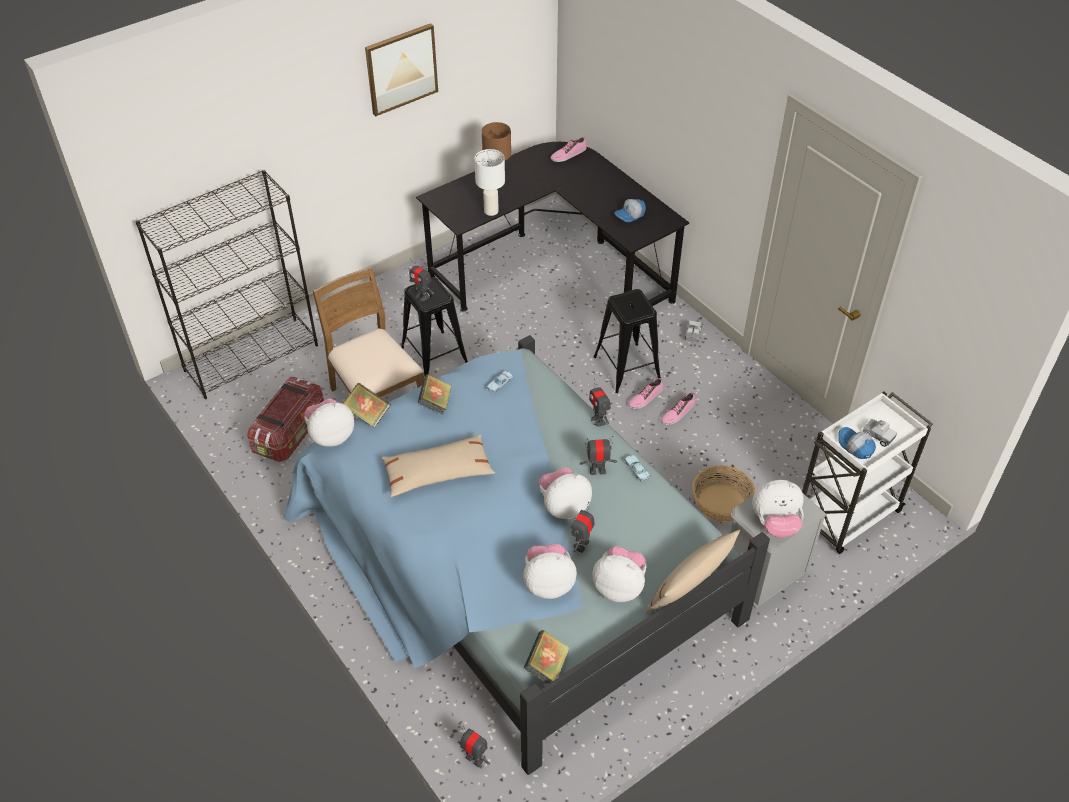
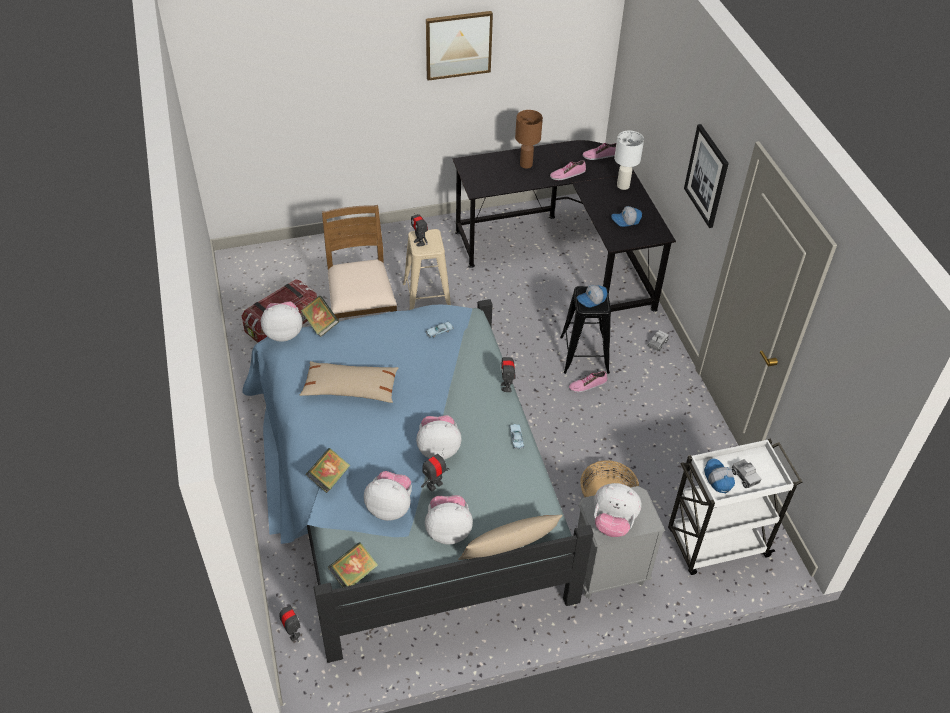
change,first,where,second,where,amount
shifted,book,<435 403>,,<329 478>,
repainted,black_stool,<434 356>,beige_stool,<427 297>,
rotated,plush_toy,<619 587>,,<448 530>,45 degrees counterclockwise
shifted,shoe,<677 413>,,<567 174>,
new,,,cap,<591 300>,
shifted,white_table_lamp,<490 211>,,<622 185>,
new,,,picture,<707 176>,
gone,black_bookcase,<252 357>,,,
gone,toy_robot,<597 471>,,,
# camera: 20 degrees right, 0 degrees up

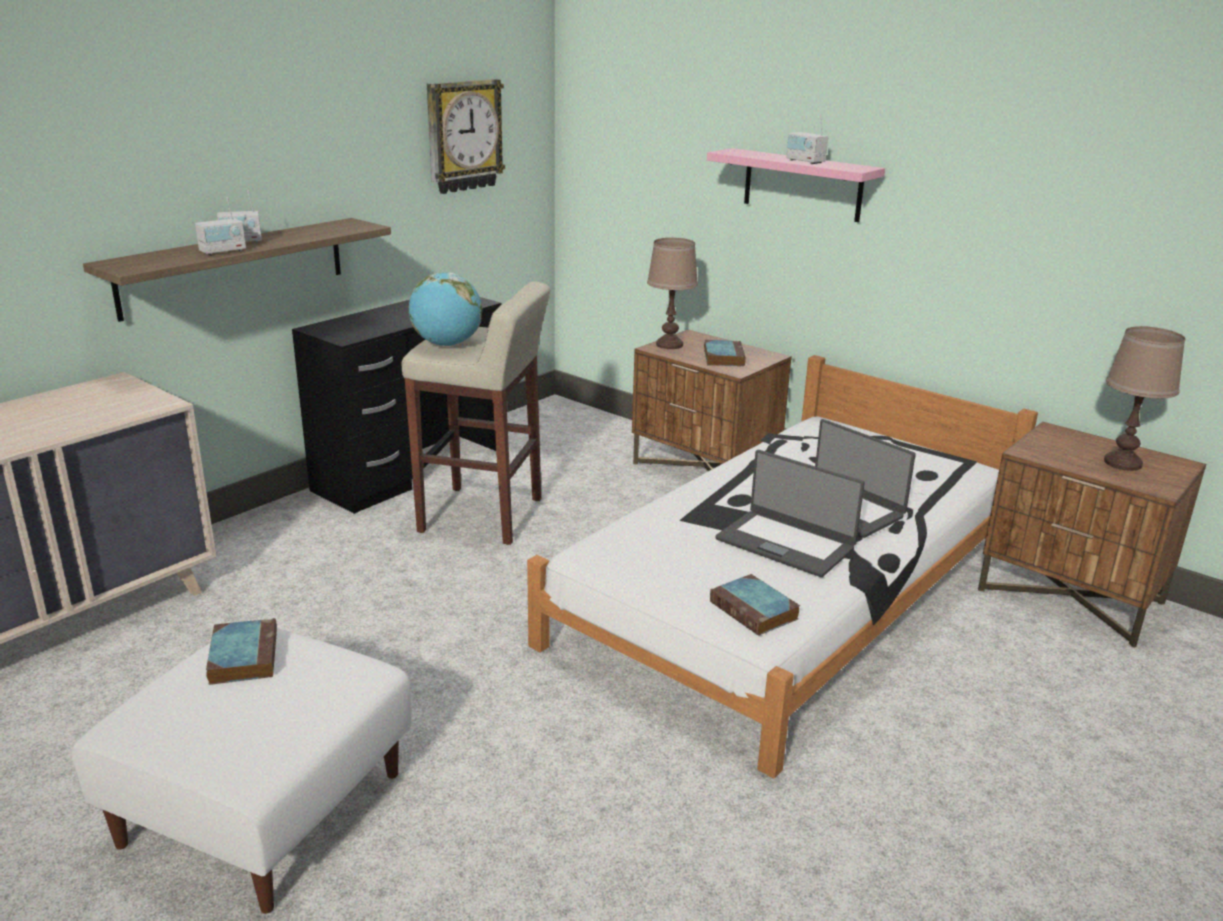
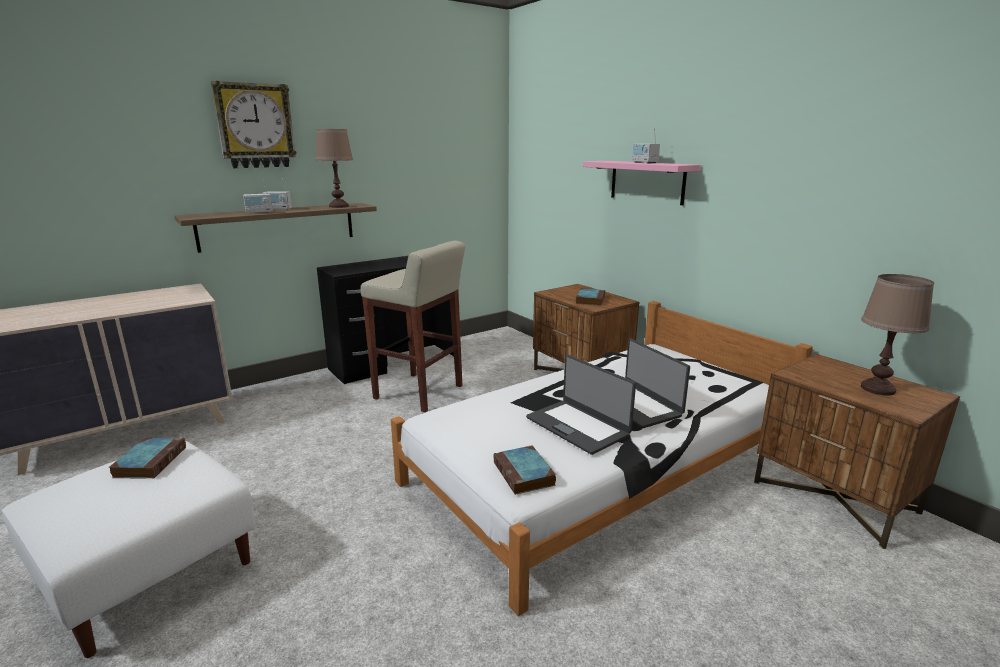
change,first,where,second,where,amount
shifted,wall_clock,<463 136>,,<255 126>,
shifted,brown_table_lamp,<670 345>,,<339 206>,
gone,globe,<447 344>,,,
# camera: 15 degrees right, 5 degrees down

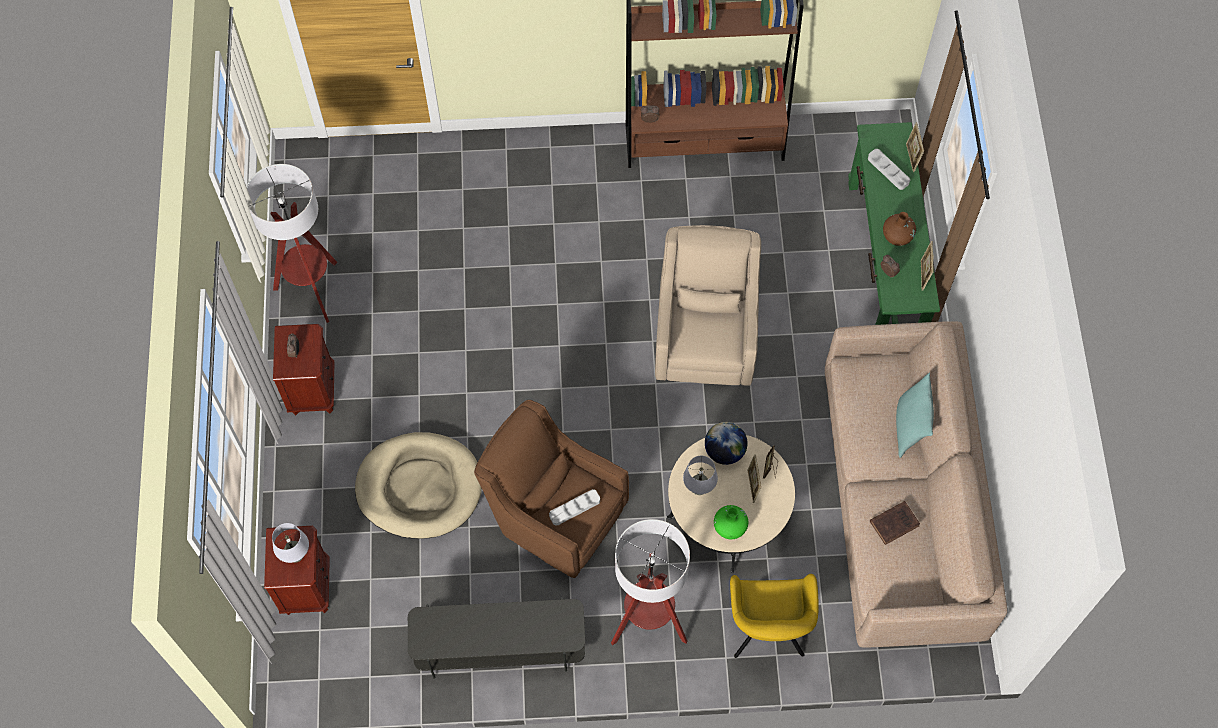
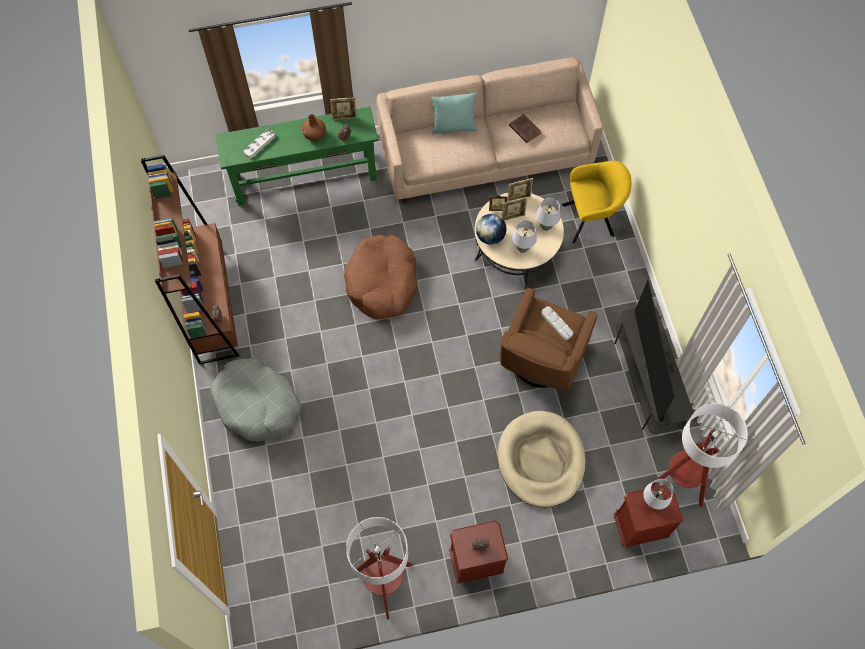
change,first,where,second,where,amount
new,,,grey_dog_bed,<257 404>,
swapped,beige_armchair,<705 338>,brown_dog_bed,<382 282>,
shifted,picture_frame,<911 158>,,<518 198>,
swapped,green_vase,<730 527>,grey_table_lamp,<546 227>,
new,,,television,<652 367>,
shifted,floor_lamp,<648 622>,,<678 482>,
# camera: 100 degrees left, 0 degrees up

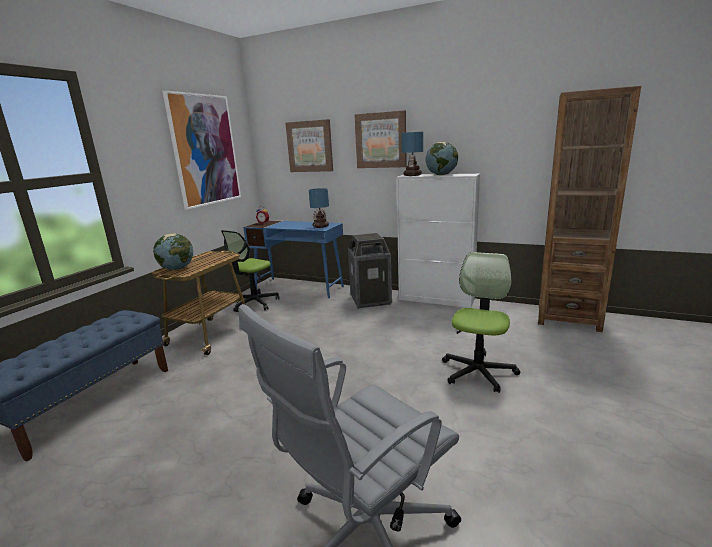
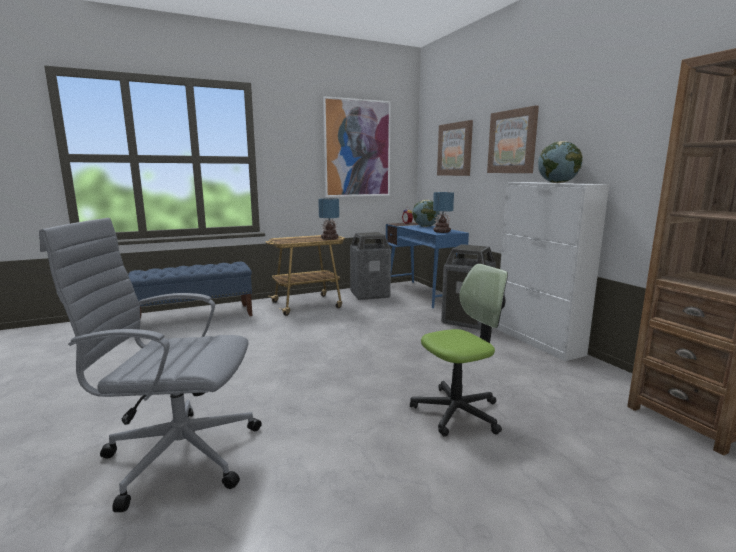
change,first,where,second,where,amount
shifted,table_lamp,<412 175>,,<329 238>,
swapped,office_chair,<254 303>,trash_can,<369 294>,
shifted,globe,<177 269>,,<425 226>,
# camera: 40 degrees right, 5 degrees down

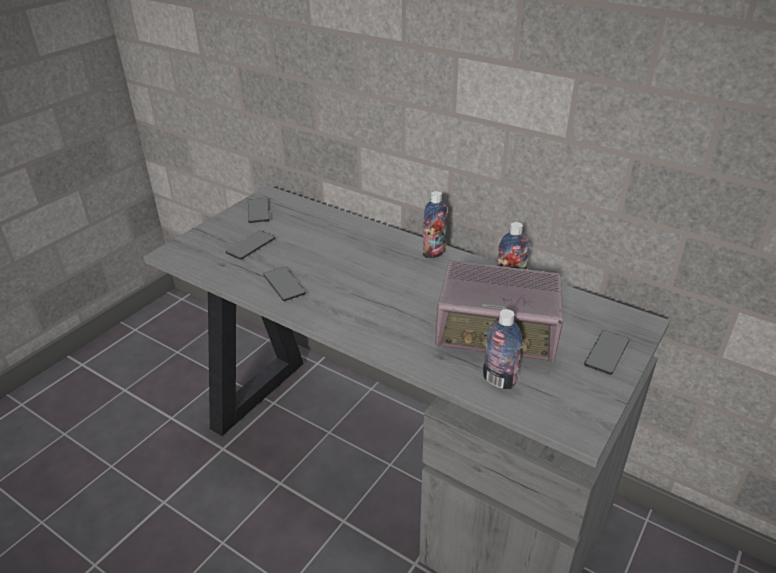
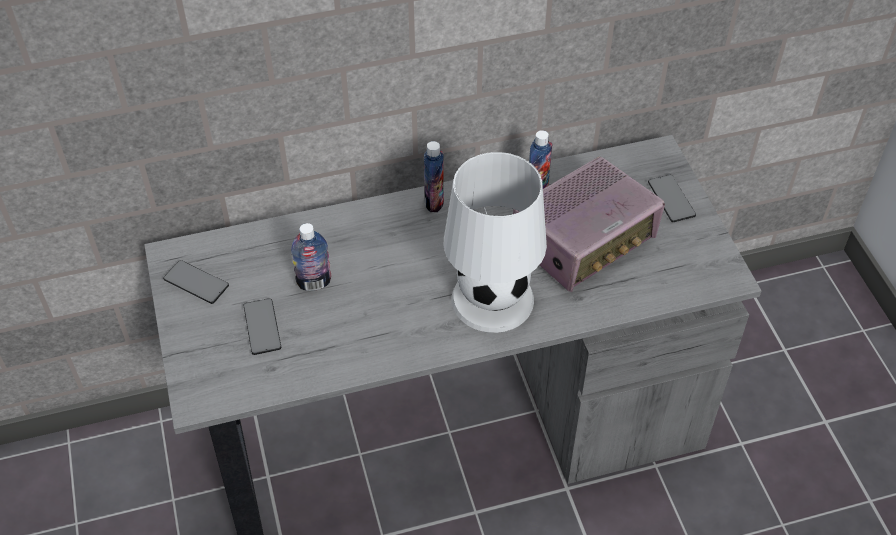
change,first,where,second,where,amount
shifted,bottle,<499 380>,,<314 283>,
new,,,white_table_lamp,<492 300>,
gone,phone,<284 284>,,,
# camera: 50 degrees left, 15 degrees up

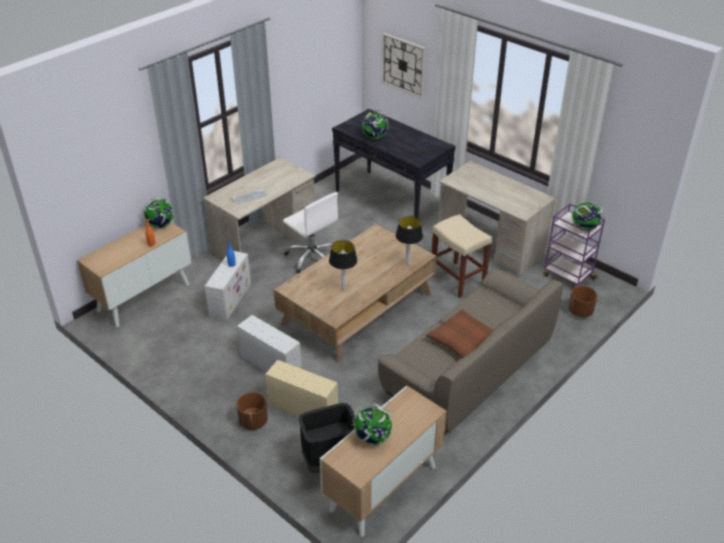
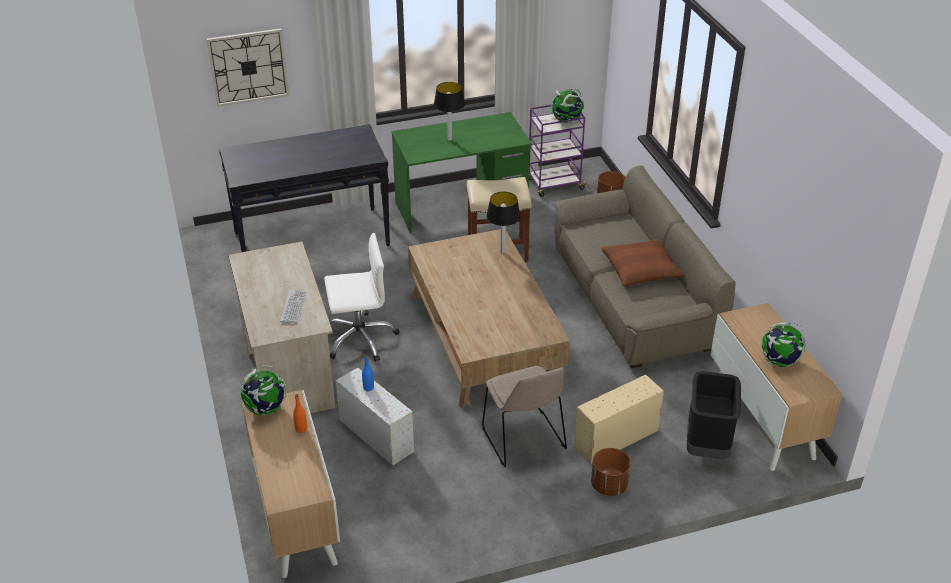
change,first,where,second,where,amount
repainted,beige_desk,<490 245>,green_desk,<461 207>,
shifted,table_lamp,<343 289>,,<449 139>,
swapped,white_storage_box,<270 364>,beige_chair,<524 440>,
gone,globe,<374 138>,,,
# camera: 60 degrees left, 0 degrees up

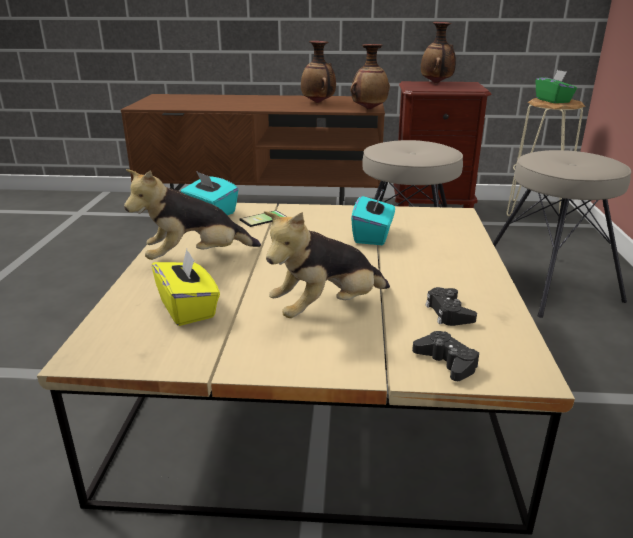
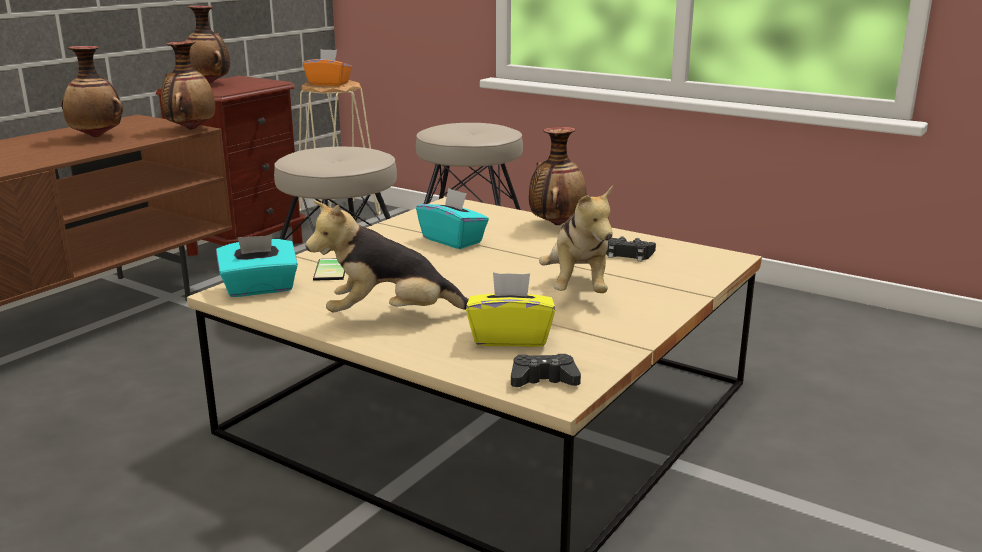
change,first,where,second,where,amount
repainted,green_tissue_box,<553 100>,orange_tissue_box,<329 83>,
rotated,plush_toy,<195 258>,,<391 317>,75 degrees clockwise
shifted,black_game_controller,<446 362>,,<543 380>,
new,,,vase,<556 224>,
# camera: 60 degrees left, 5 degrees down

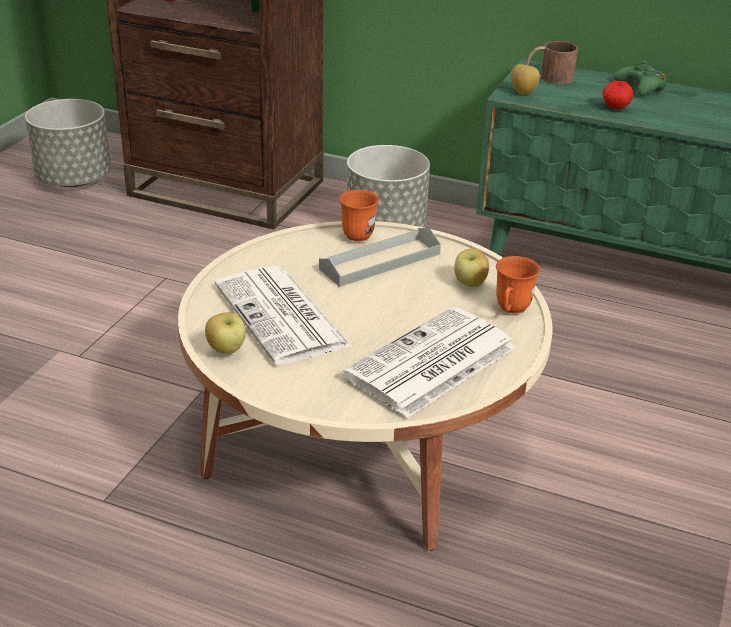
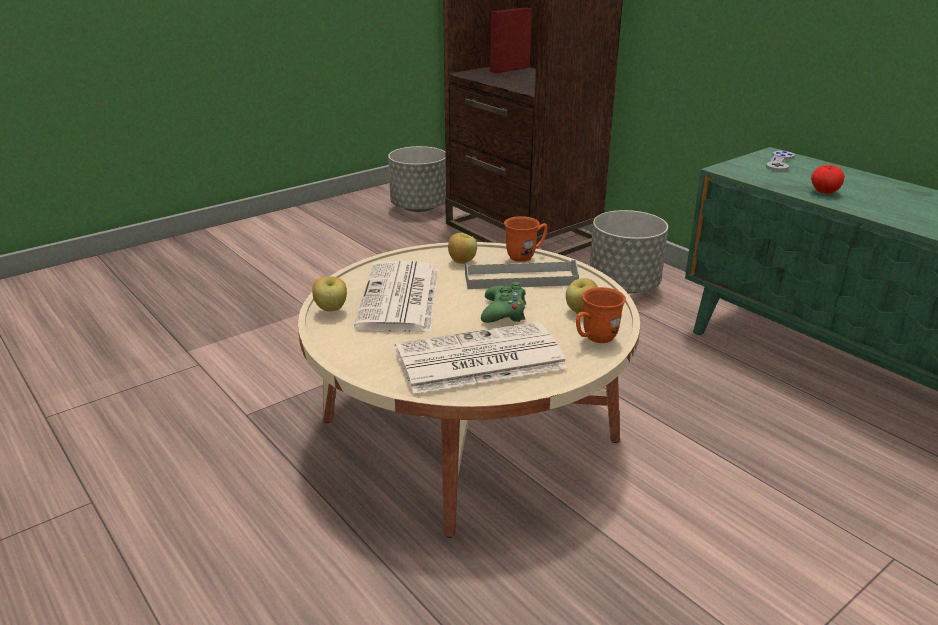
change,first,where,second,where,amount
shifted,apple,<522 93>,,<462 262>,
shifted,green_game_controller,<640 87>,,<504 312>,
swapped,brown_mug,<548 78>,grey_game_controller,<780 162>,
# camera: 30 degrees right, 5 degrees down

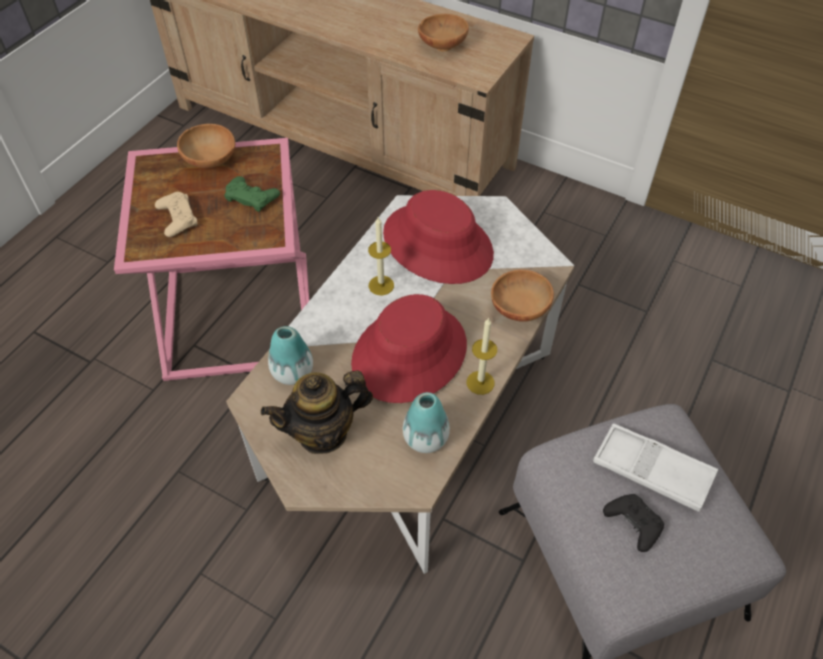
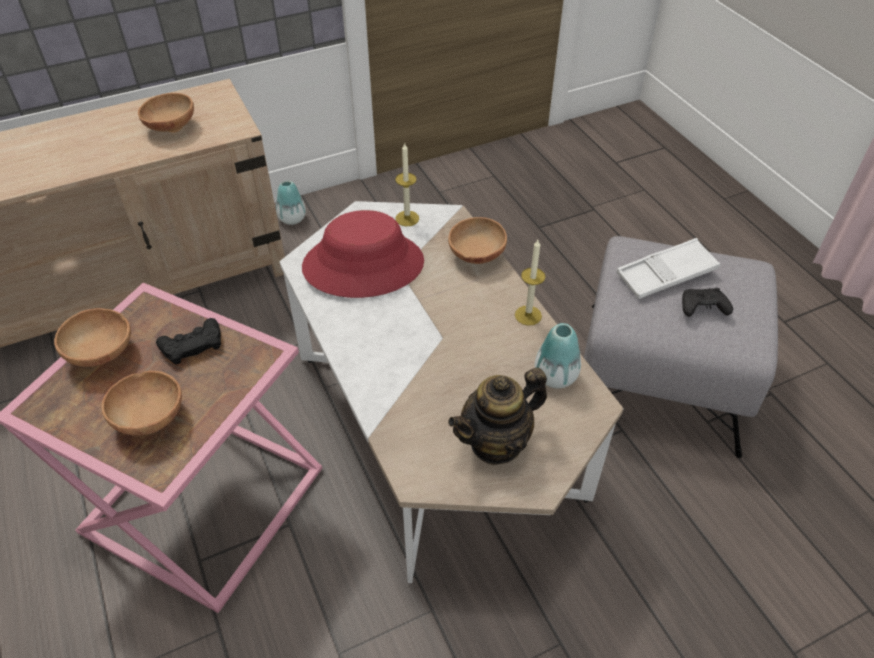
change,first,where,second,where,amount
swapped,beige_game_controller,<177 218>,brown_bowl,<151 417>,
repainted,green_game_controller,<251 197>,black_game_controller,<192 345>,
shifted,vase,<292 372>,,<292 219>,
shifted,candle,<381 285>,,<407 218>,
rotated,teapot,<323 432>,,<496 443>,45 degrees clockwise
gone,red_hat,<409 353>,,,
# camera: 55 degrees left, 5 degrees down

